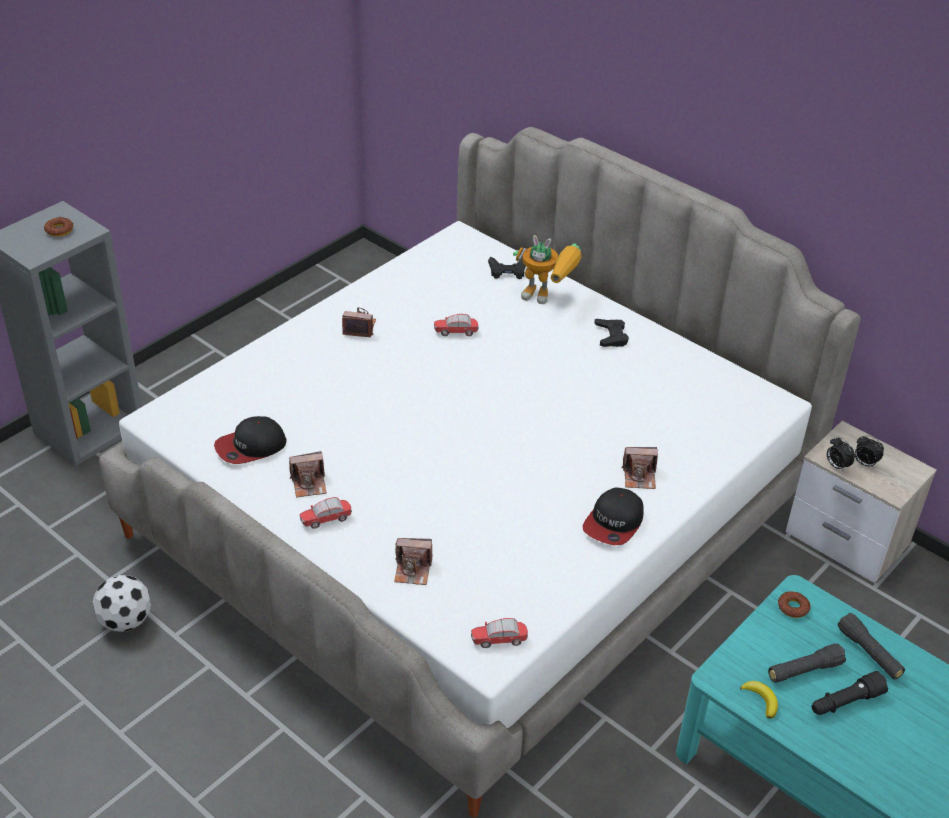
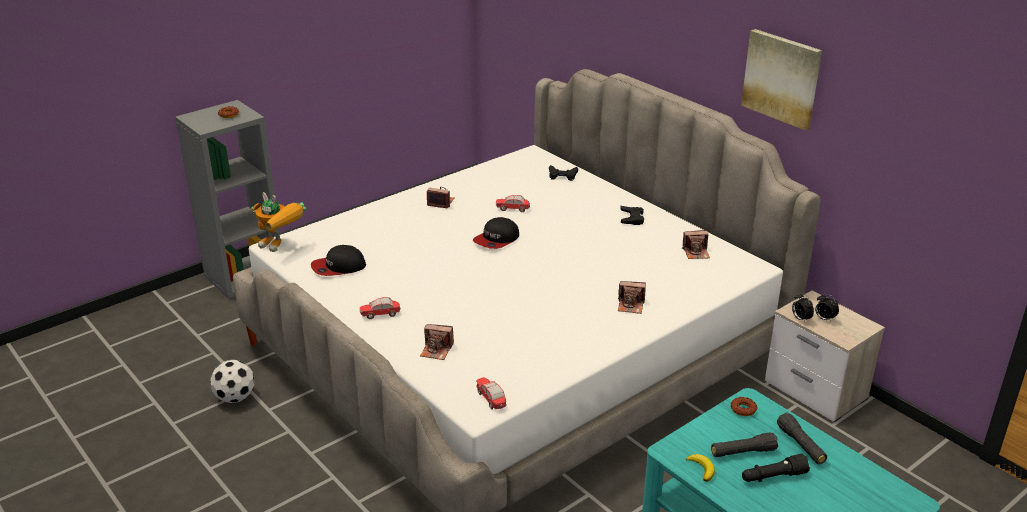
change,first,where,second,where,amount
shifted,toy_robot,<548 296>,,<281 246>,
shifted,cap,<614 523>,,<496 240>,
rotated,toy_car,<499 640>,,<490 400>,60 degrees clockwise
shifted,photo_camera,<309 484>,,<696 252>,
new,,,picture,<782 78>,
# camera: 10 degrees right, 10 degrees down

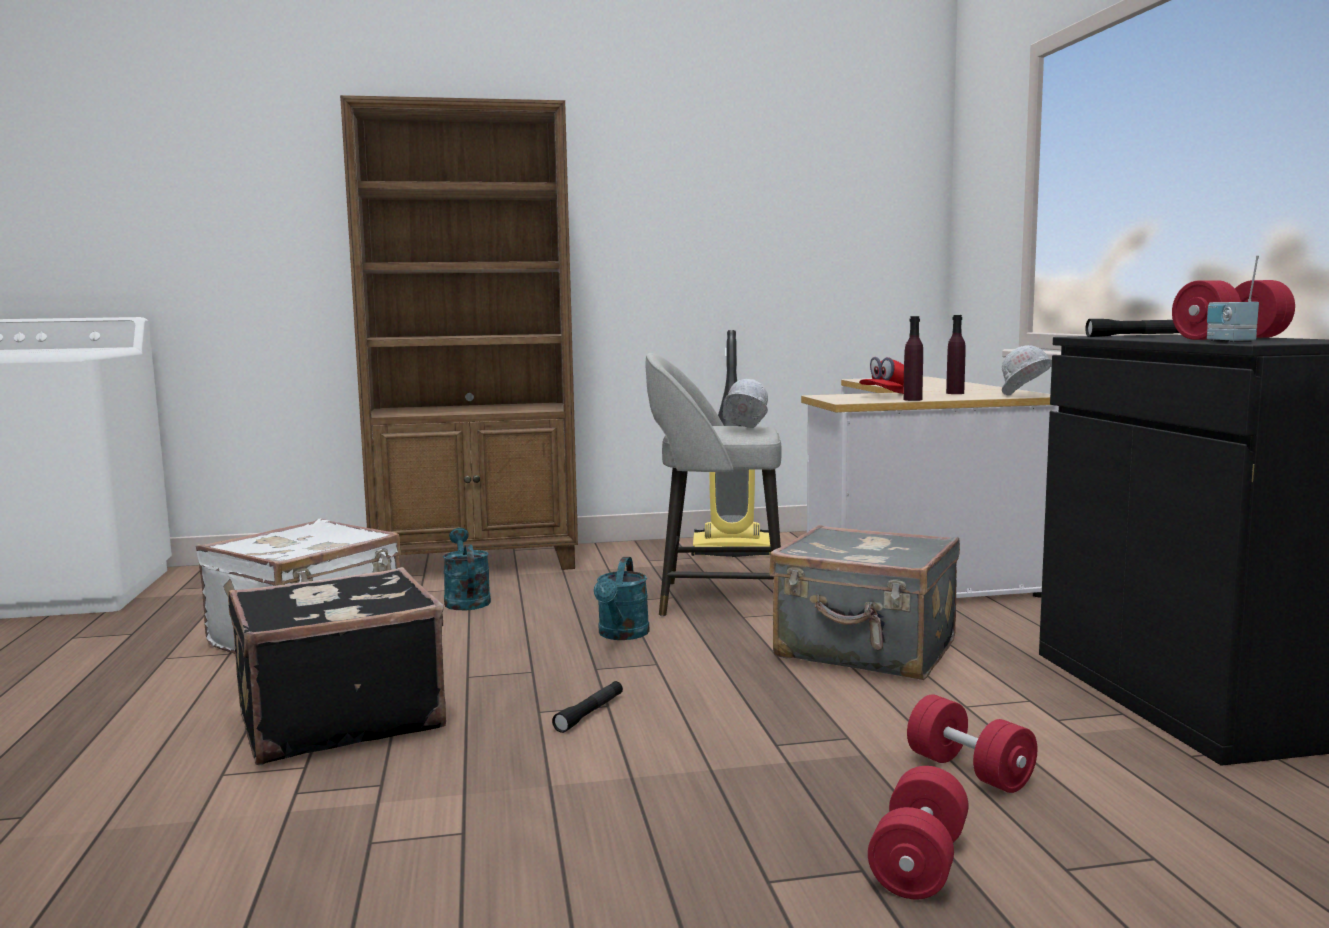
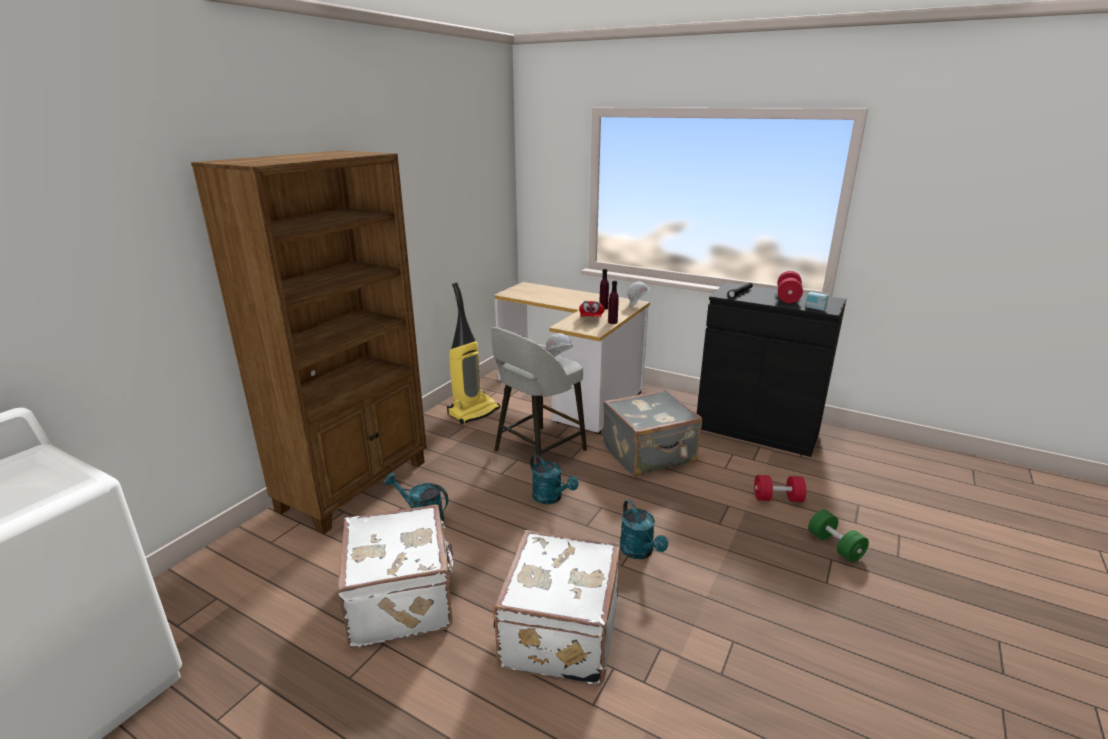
change,first,where,second,where,amount
repainted,black_suitcase,<337 718>,white_suitcase,<557 634>,
swapped,black_flashlight,<590 713>,turquoise_watering_can,<640 552>,
repainted,red_dumbbell,<919 864>,green_dumbbell,<835 546>,
# camera: 50 degrees left, 15 degrees up

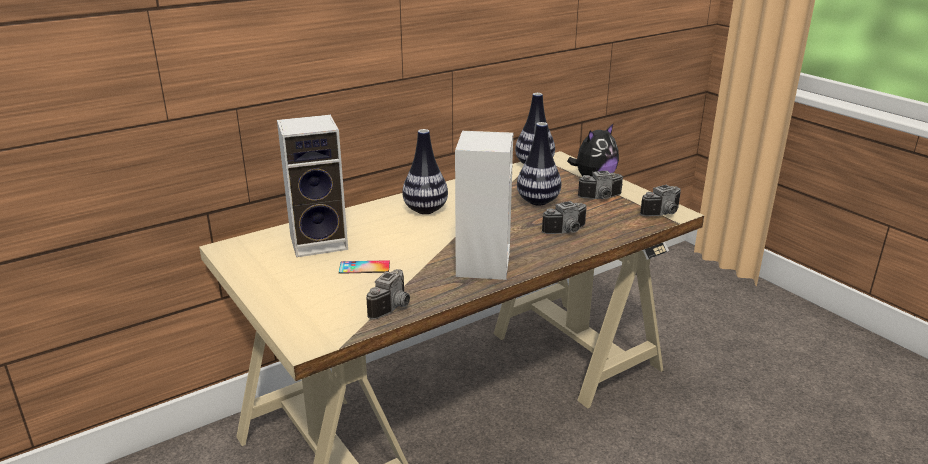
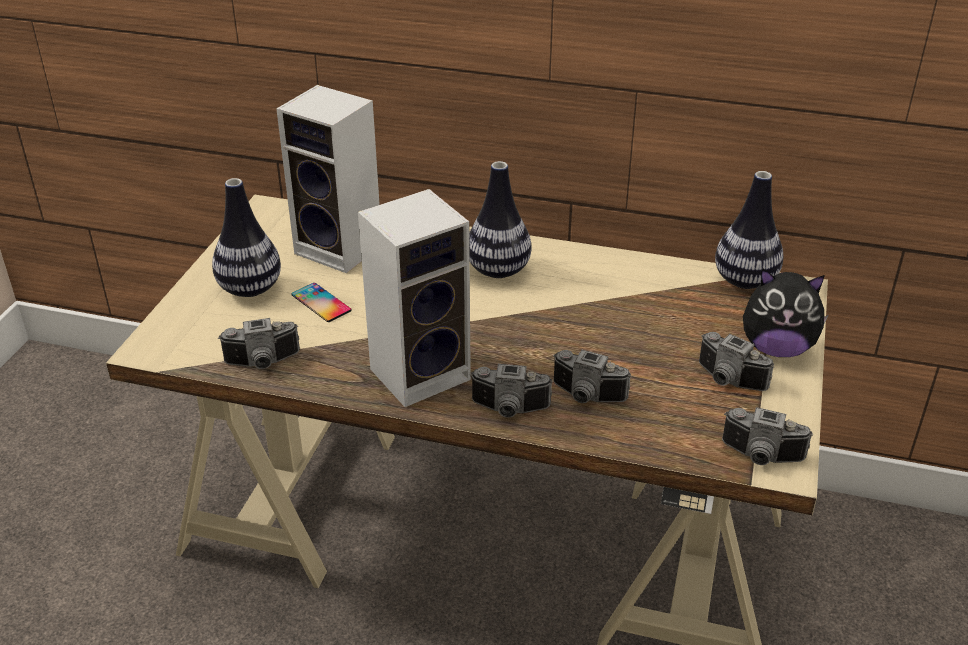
change,first,where,second,where,amount
shifted,vase,<538 201>,,<250 289>,
new,,,photo_camera,<509 410>,
# camera: 50 degrees right, 10 degrees up

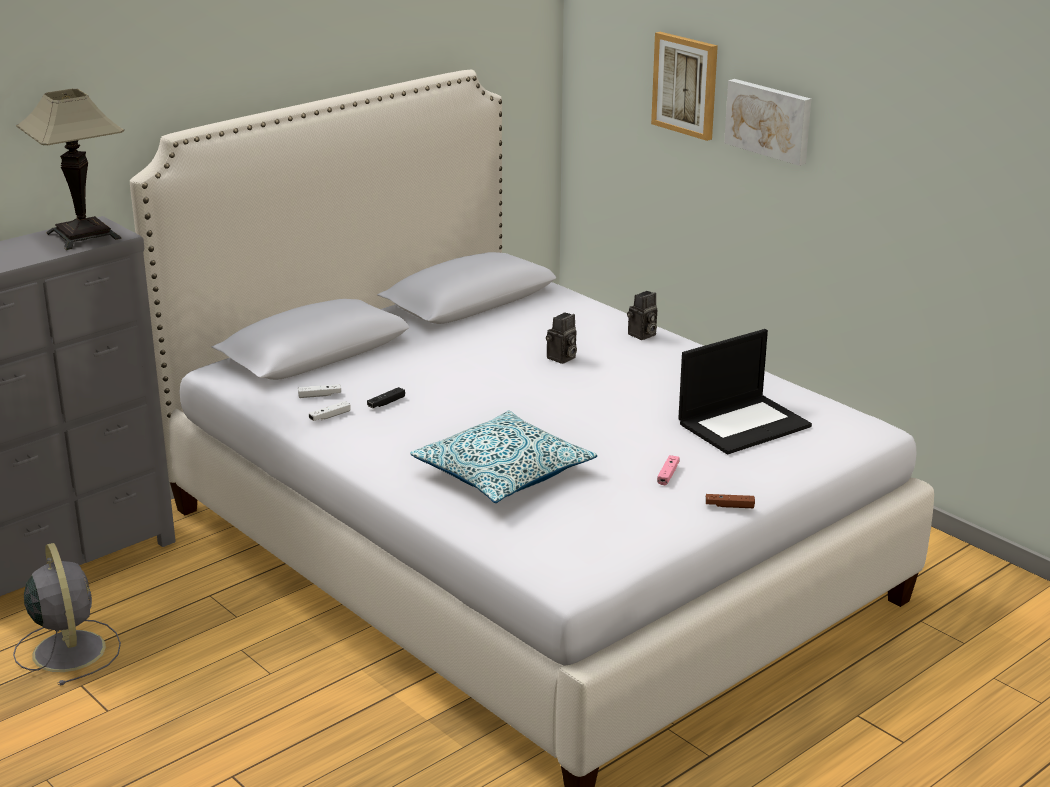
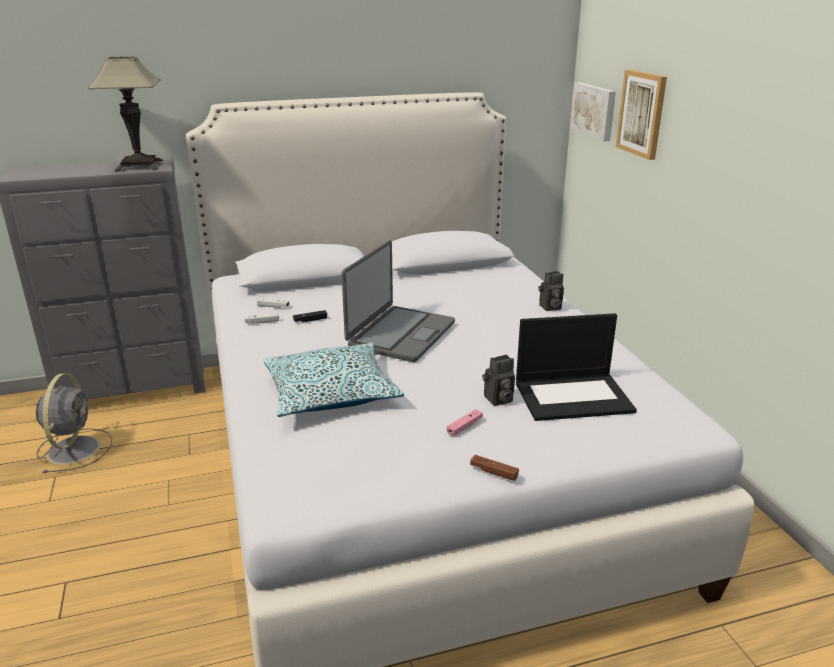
change,first,where,second,where,amount
new,,,laptop,<400 334>,
shifted,photo_camera,<561 358>,,<497 400>,
shifted,picture,<769 120>,,<594 110>,
# camera: 25 degrees right, 0 degrees up

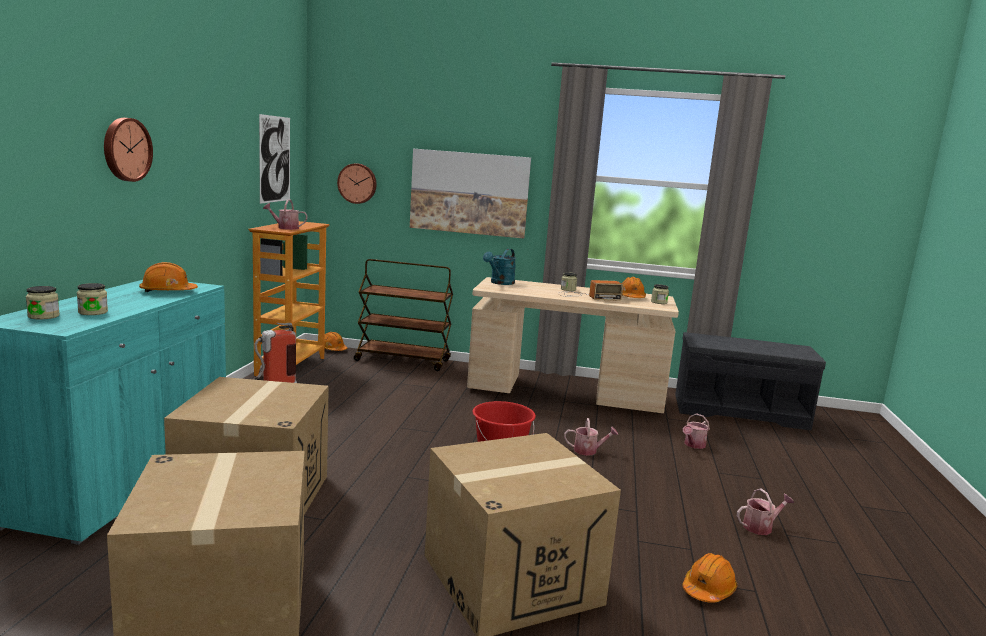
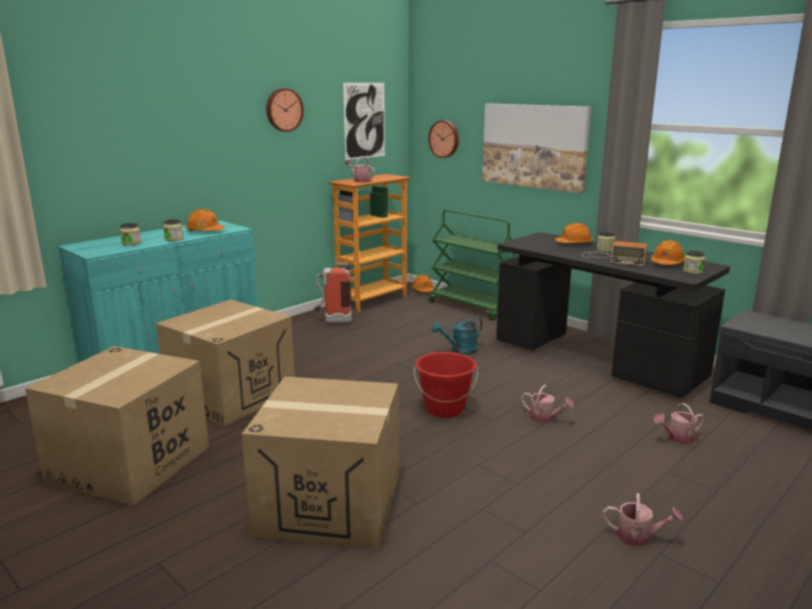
change,first,where,second,where,amount
shifted,jar,<43 316>,,<174 239>,
shifted,wall_clock,<125 149>,,<283 110>,
repainted,brown_cart,<403 360>,green_cart,<472 307>,
shifted,turquoise_watering_can,<500 283>,,<459 351>,
repainted,beige_desk,<565 393>,black_desk,<596 359>,
shifted,orange_hard_hat,<708 589>,,<574 244>,
# camera: 35 degrees right, 5 degrees up

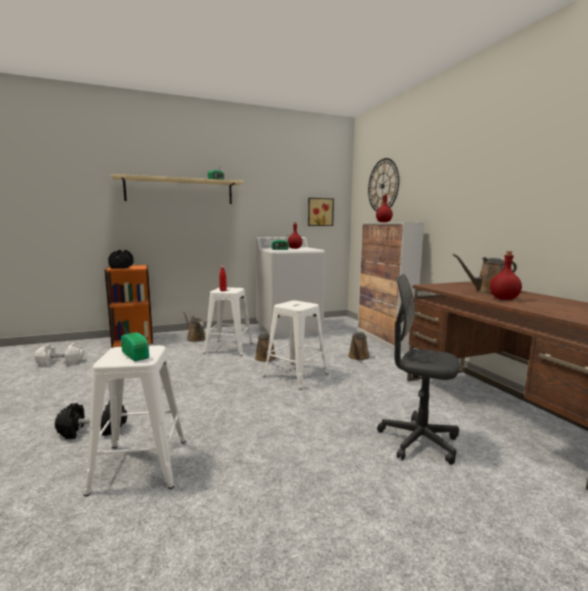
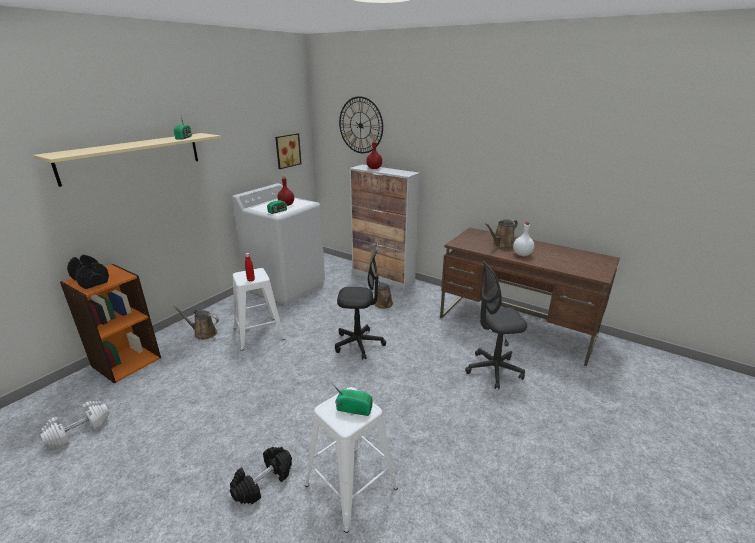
change,first,where,second,where,amount
swapped,white_stool,<296 375>,black_office_chair,<359 344>,
repainted,red_bottle,<503 299>,white_bottle,<522 254>,
gone,brown_watering_can,<266 358>,,,
# camera: 35 degrees left, 15 degrees up

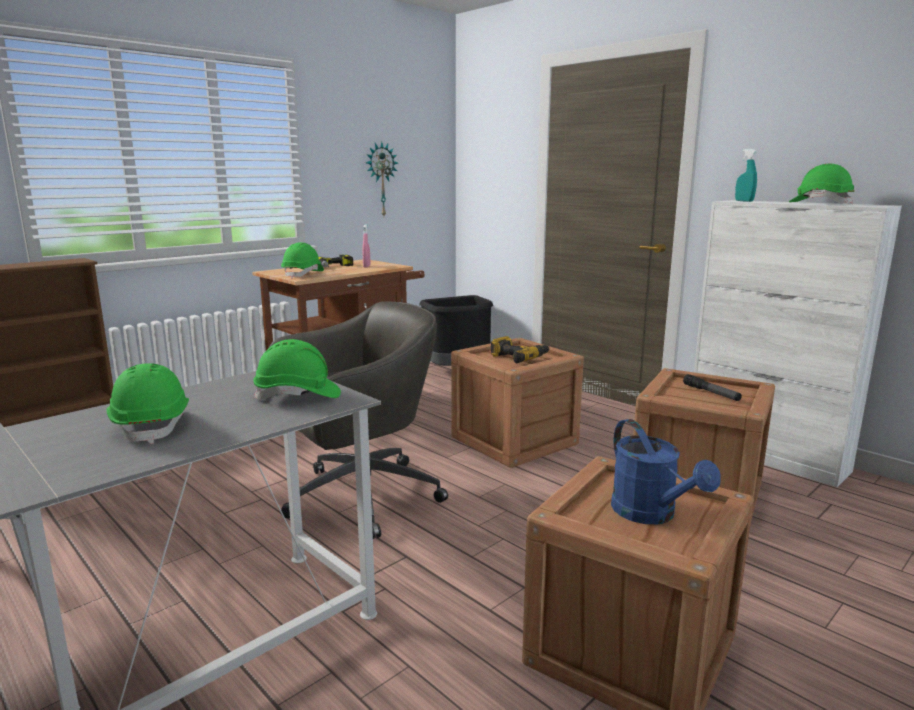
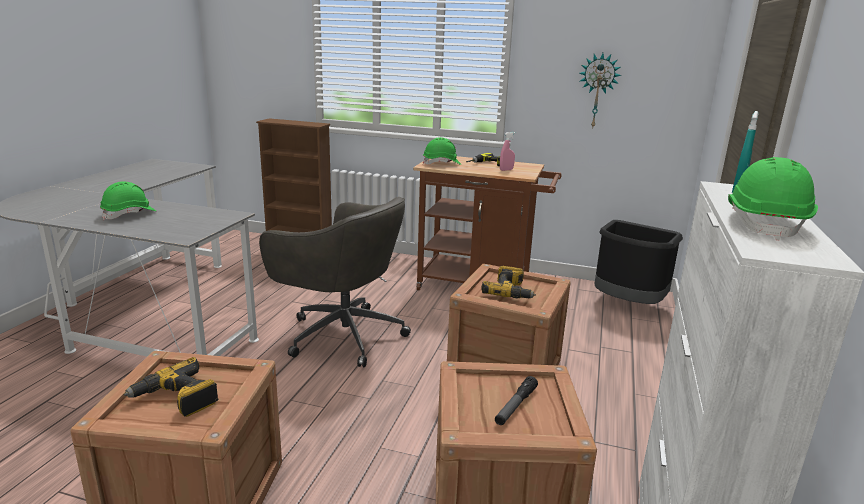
change,first,where,second,where,amount
swapped,blue_watering_can,<651 514>,power_drill,<177 399>,
gone,green_hard_hat,<298 395>,,,
# camera: 60 degrees right, 5 degrees up

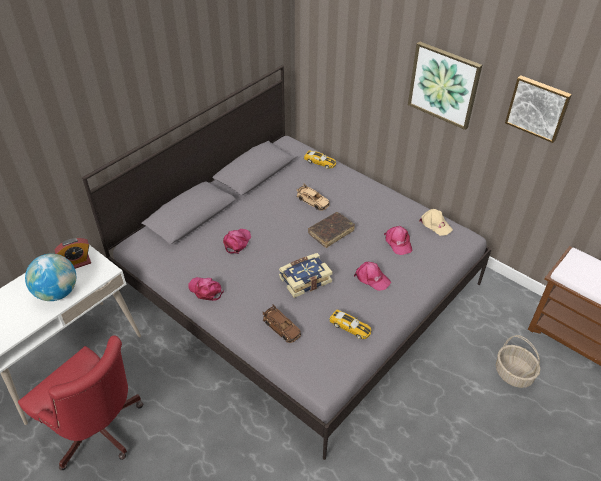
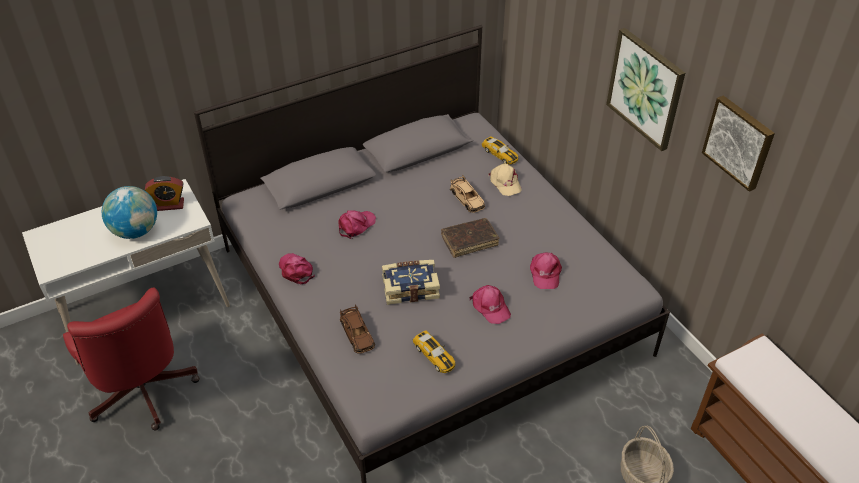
change,first,where,second,where,amount
shifted,beige_cap,<435 225>,,<505 183>,
# camera: 20 degrees right, 0 degrees up

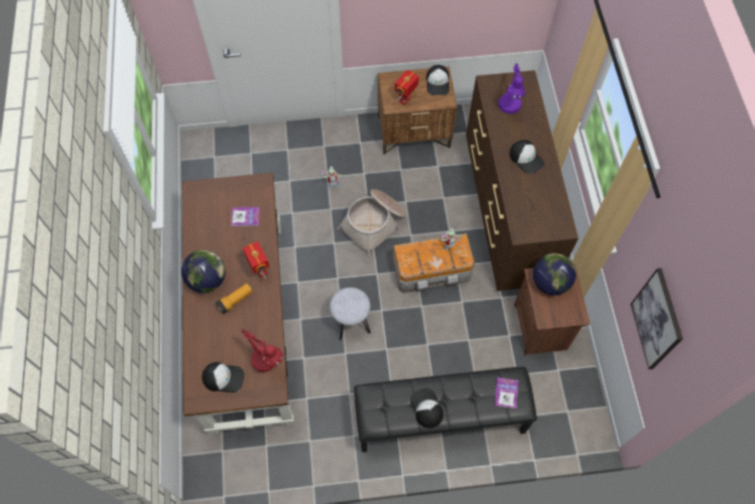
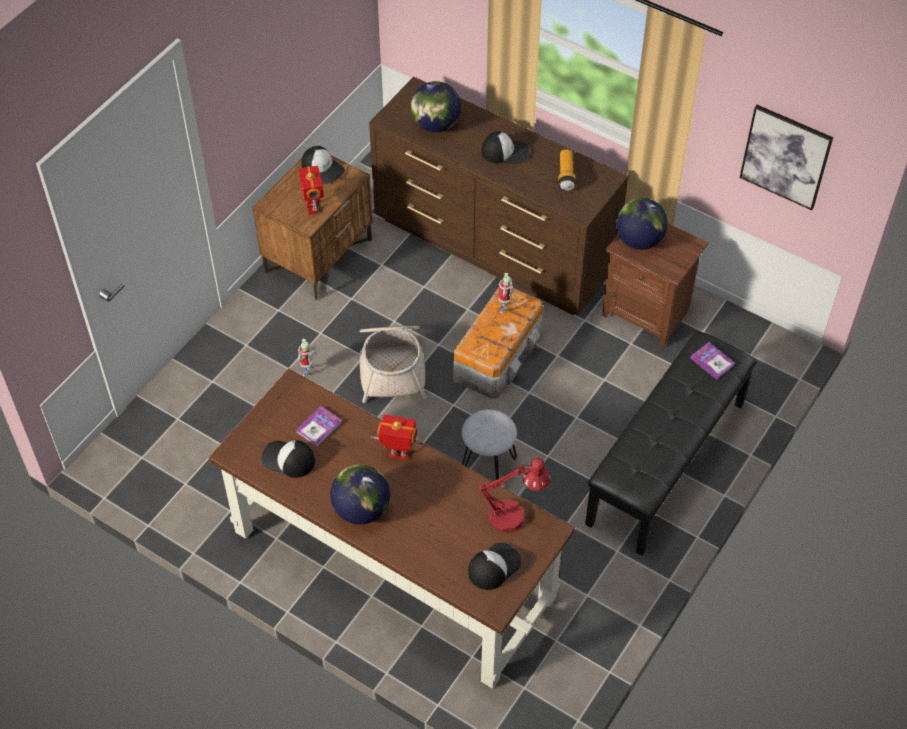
change,first,where,second,where,amount
shifted,cap,<426 408>,,<288 460>,
swapped,purple_table_lamp,<509 108>,globe,<436 125>,
shifted,flashlight,<235 300>,,<566 175>,
# camera: 50 degrees left, 10 degrees down

